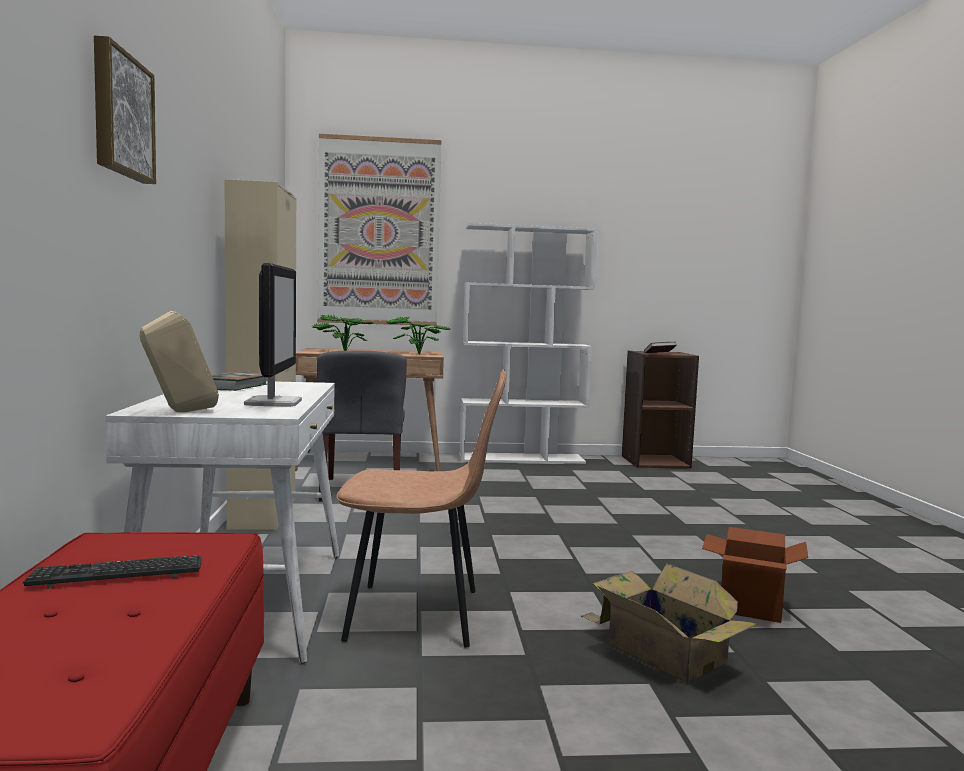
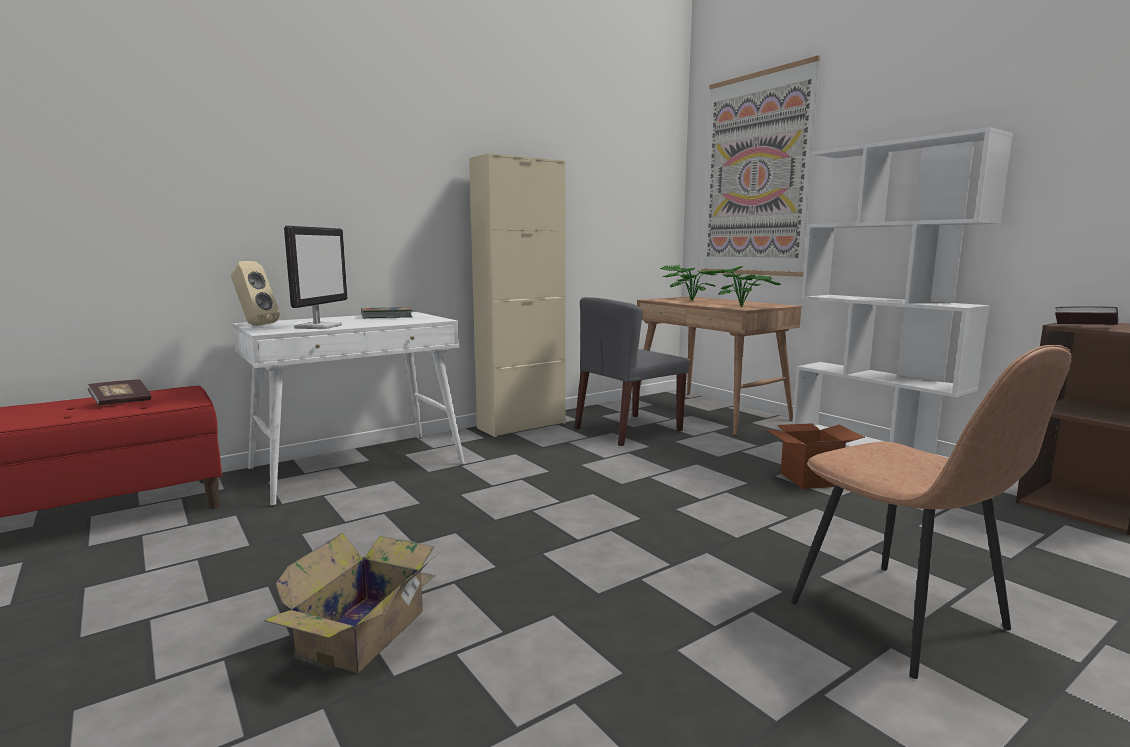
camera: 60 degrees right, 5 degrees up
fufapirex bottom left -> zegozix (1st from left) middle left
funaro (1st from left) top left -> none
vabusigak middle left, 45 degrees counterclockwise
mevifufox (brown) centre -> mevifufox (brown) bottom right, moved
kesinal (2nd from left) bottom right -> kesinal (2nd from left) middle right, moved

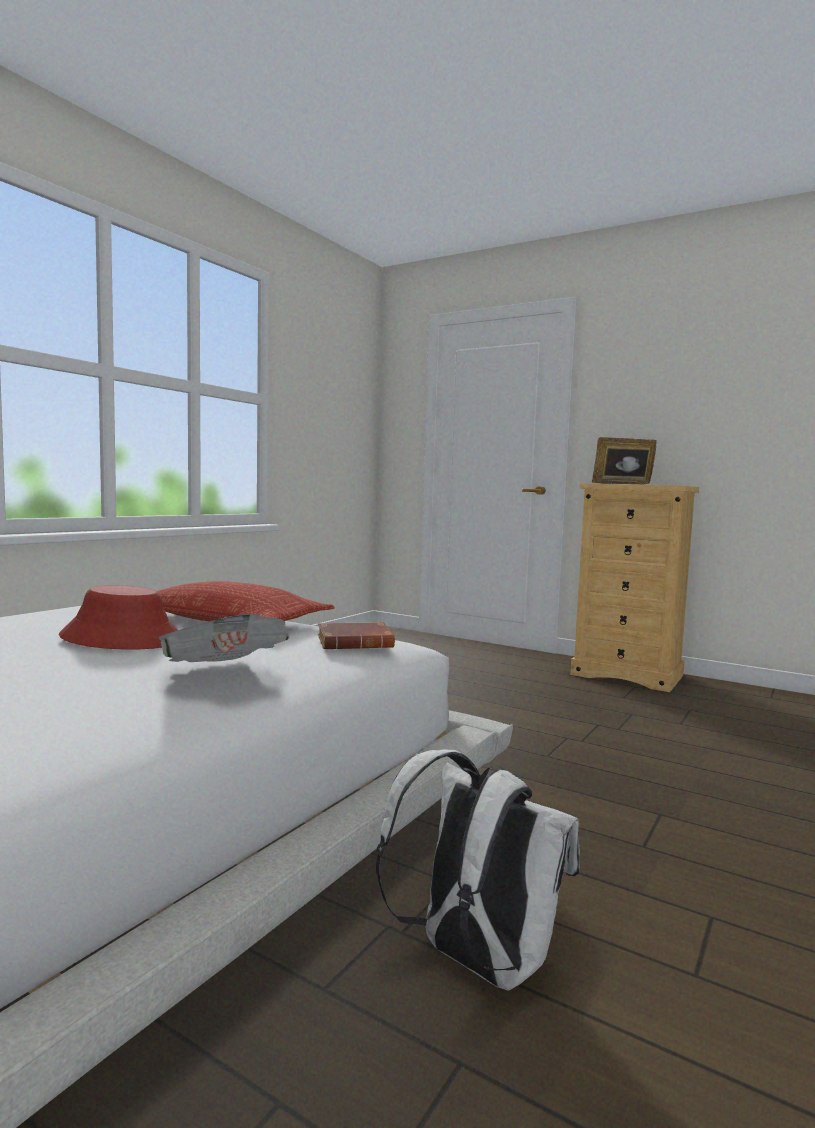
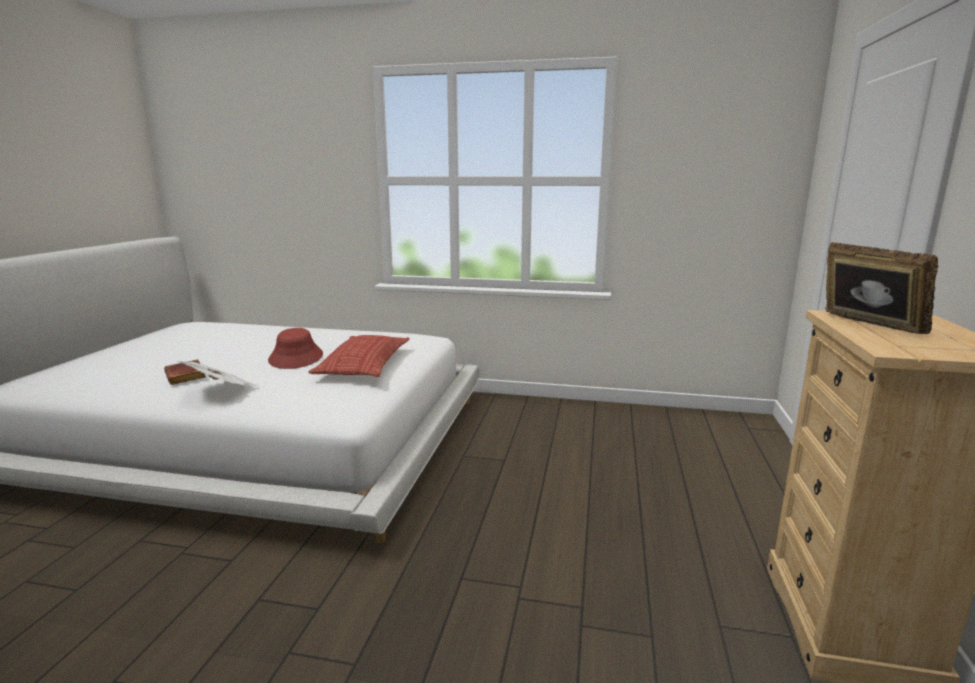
camera: 70 degrees right, 10 degrees up
zegozix (brown) centre -> zegozix (brown) middle left, moved
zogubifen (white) bottom centre -> none

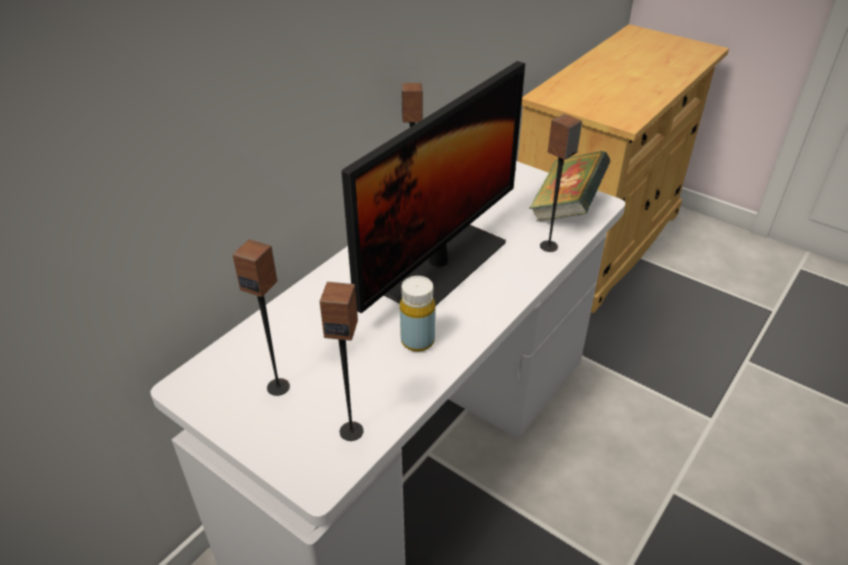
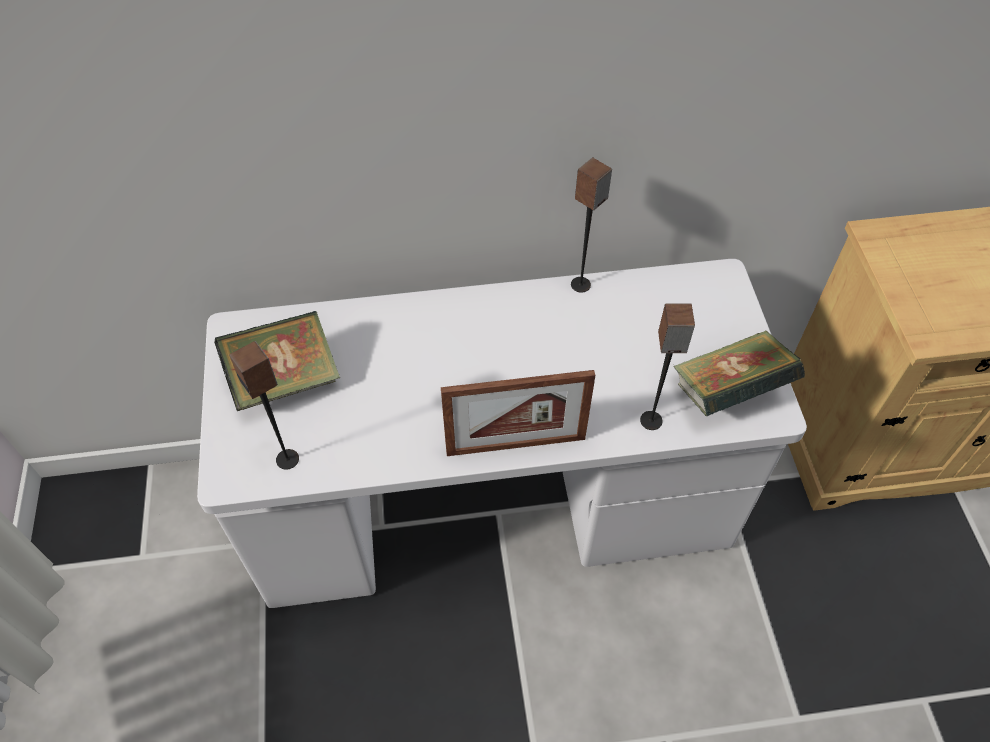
camera: 45 degrees right, 15 degrees up
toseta (1st from left) middle left -> zegozix (1st from left) middle left
vabusigak top centre -> none
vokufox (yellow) centre -> none
none -> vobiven centre

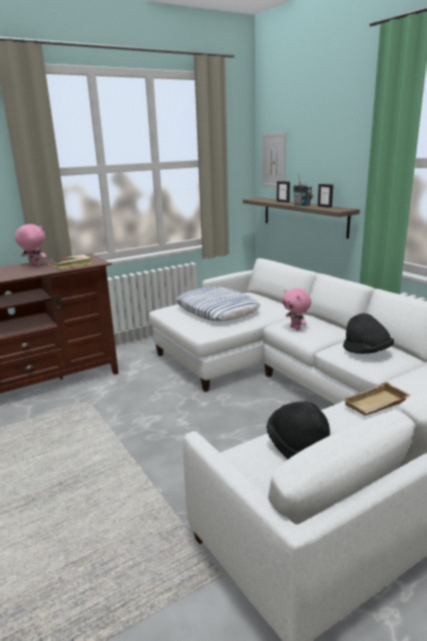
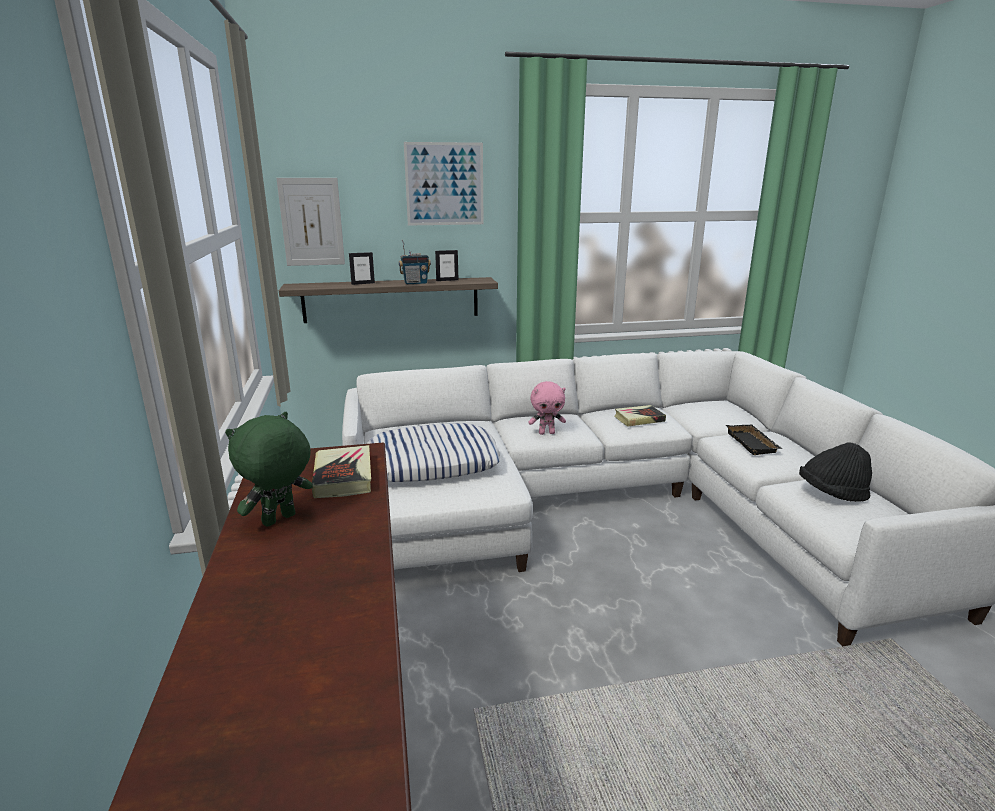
camera: 70 degrees left, 0 degrees up
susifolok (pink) (1st from left) middle left -> susifolok (green) middle left
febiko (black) (2nd from left) middle right -> zegozix (2nd from left) centre
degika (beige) middle right -> degika (black) middle right
none -> funaro (2nd from left) top centre

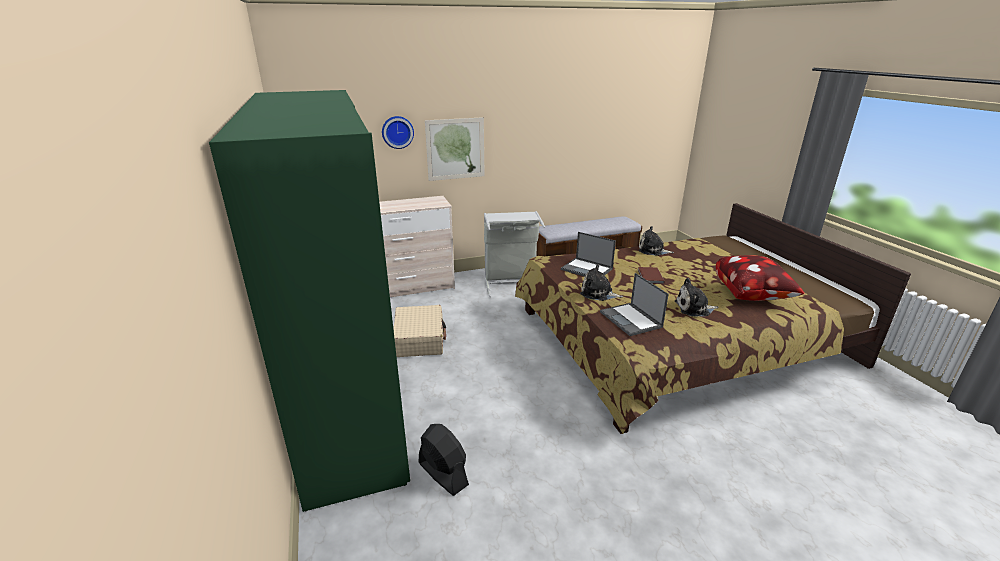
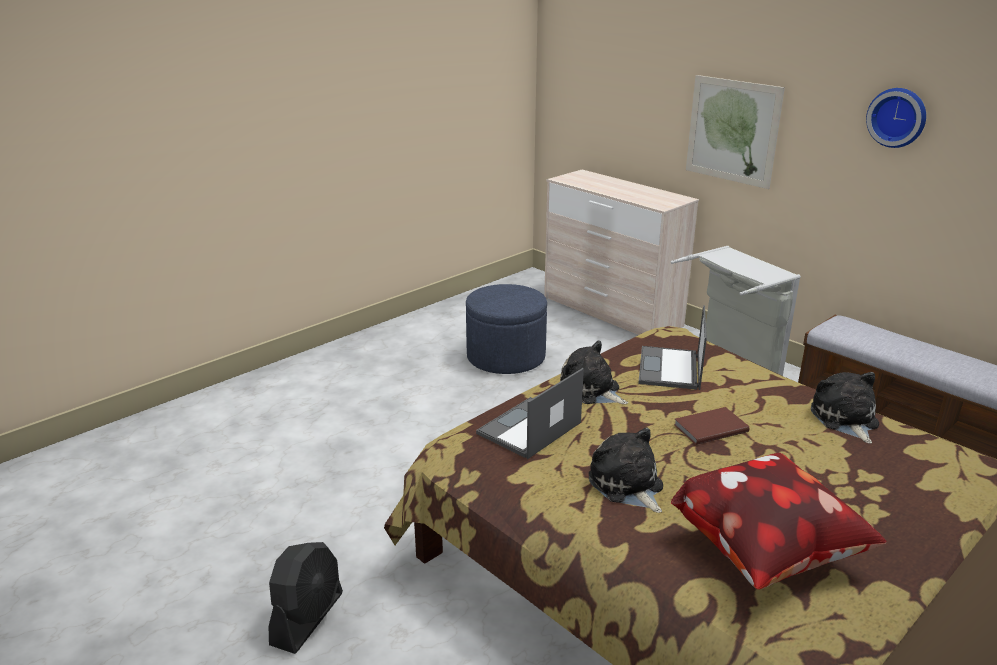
camera: 65 degrees right, 0 degrees up
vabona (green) middle left -> none
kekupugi top centre -> kekupugi top right, moved
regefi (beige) centre -> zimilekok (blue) centre
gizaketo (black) bottom centre -> gizaketo (black) bottom left, moved
susifolok (1st from left) centre, 45 degrees counterclockwise

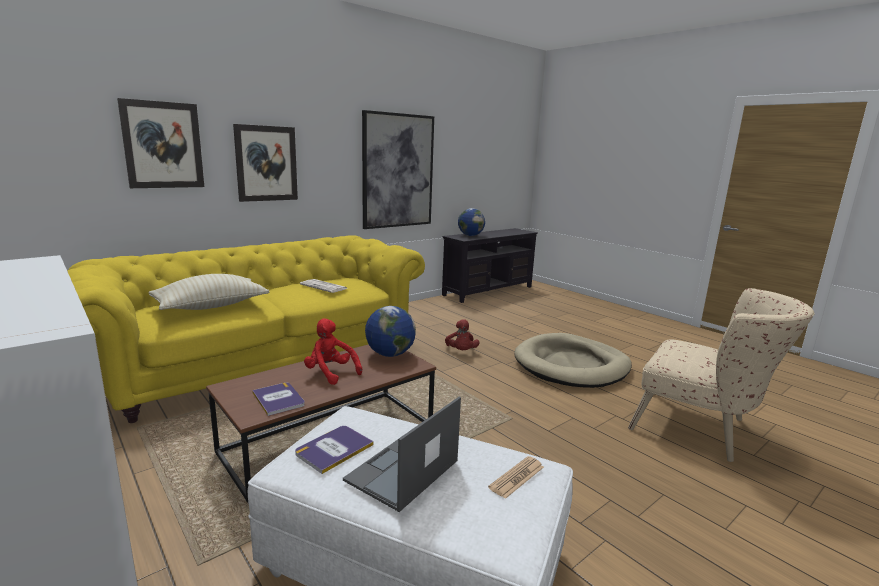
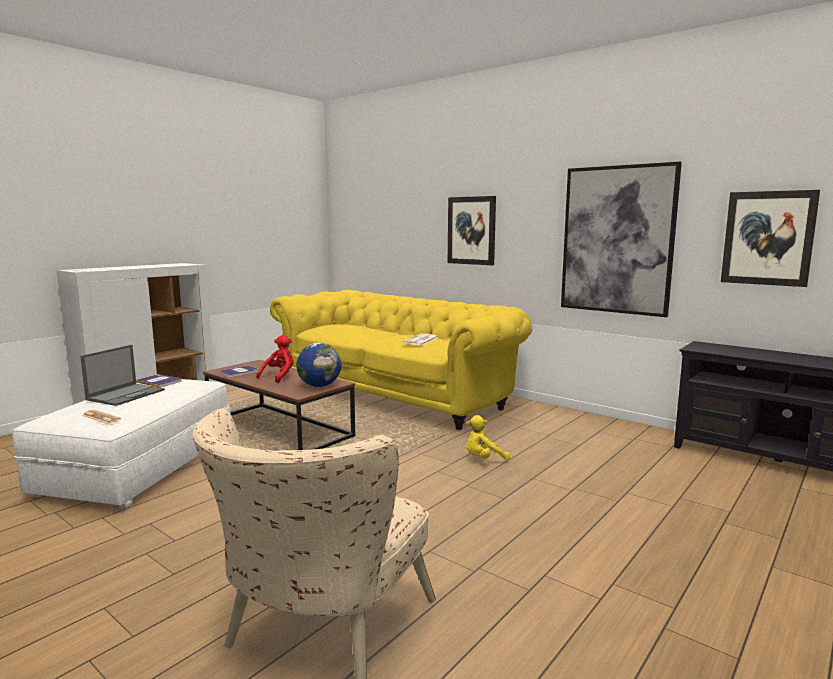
camera: 80 degrees right, 5 degrees down
funaro (1st from left in the first image) top left -> funaro (3rd from left) middle right, moved
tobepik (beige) middle left -> none
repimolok bottom centre -> repimolok middle left, 90 degrees clockwise
susifolok (red) (2nd from left) centre -> susifolok (yellow) centre
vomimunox (2nd from left) centre -> none
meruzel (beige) centre -> none

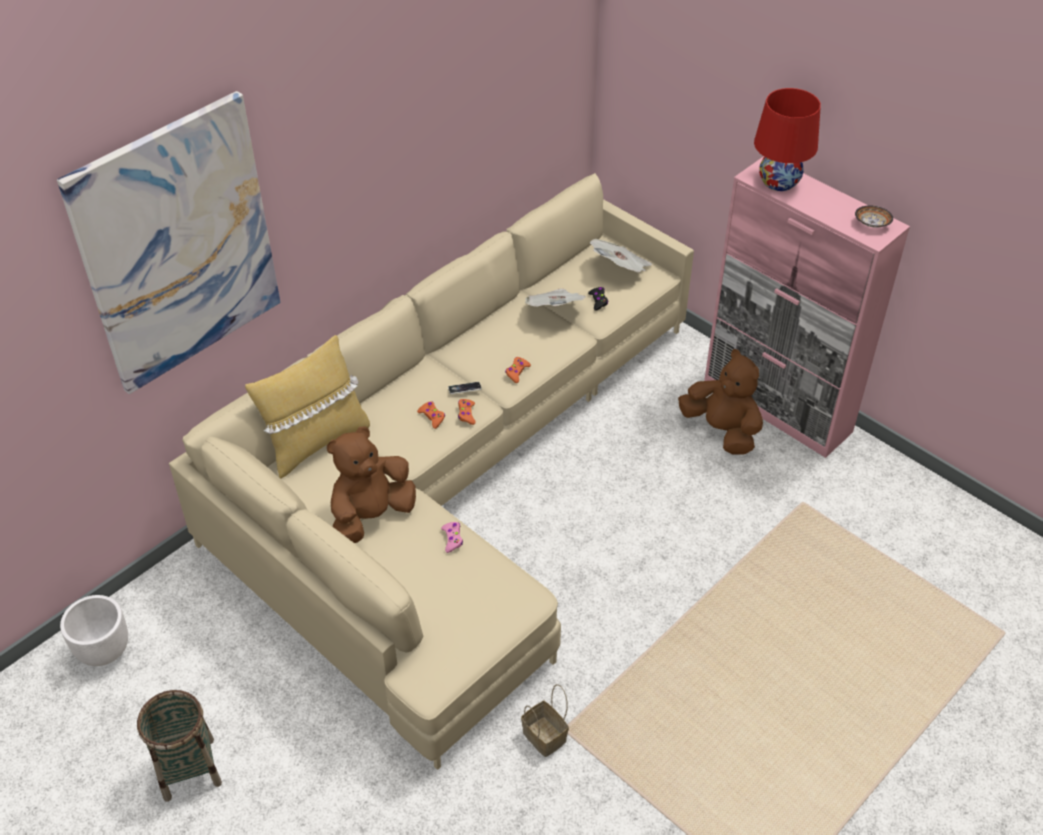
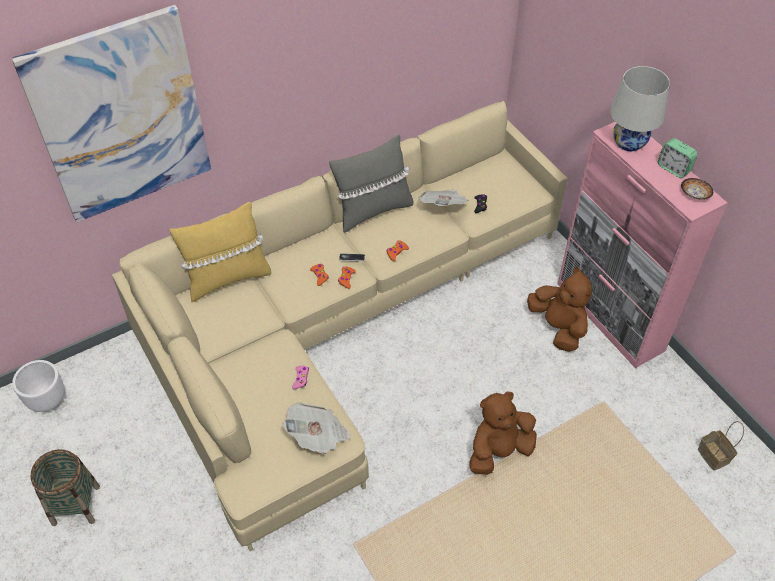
camera: 15 degrees right, 5 degrees up
susifolok (brown) (1st from left) centre -> susifolok (brown) (1st from left) bottom centre, moved
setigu (2nd from left) bottom centre -> setigu (2nd from left) bottom right, moved
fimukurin (2nd from left in the first image) top centre -> fimukurin (1st from left) bottom centre, moved
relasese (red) top right -> relasese (white) top right
none -> tobepik (grey) top centre
none -> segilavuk top right

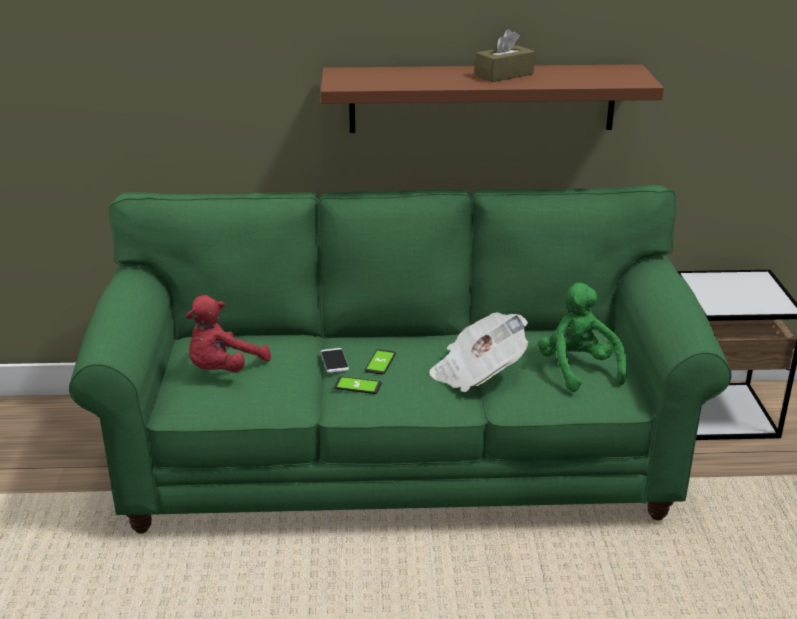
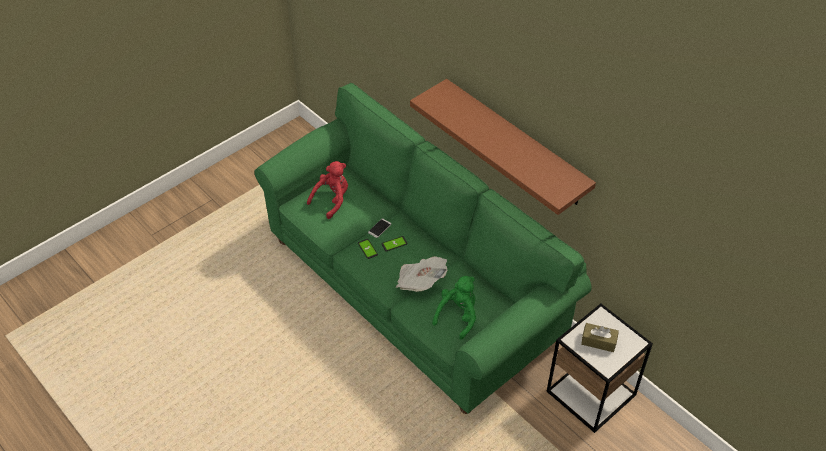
camera: 50 degrees right, 20 degrees up
susifolok (red) middle left -> susifolok (red) centre, 135 degrees clockwise
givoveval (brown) top centre -> givoveval (brown) bottom right, moved

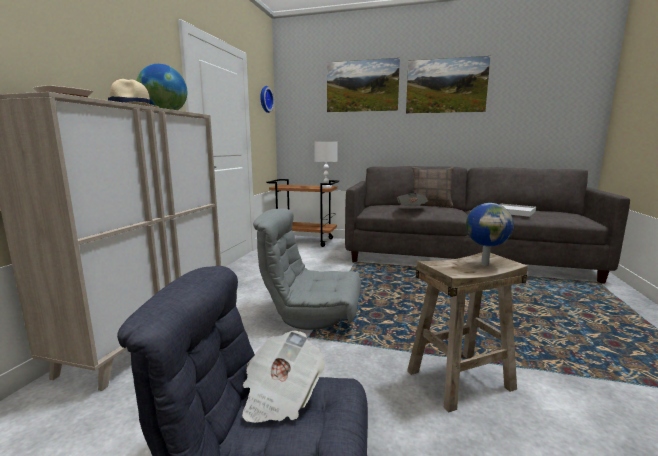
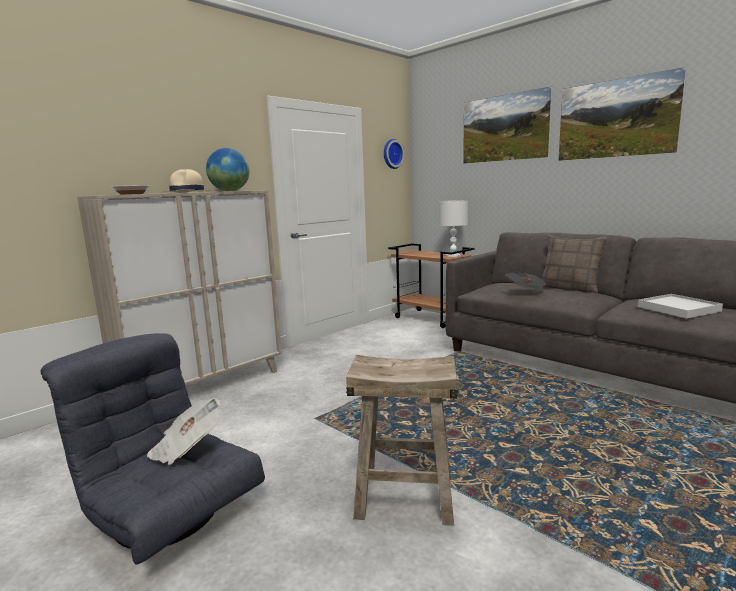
camera: 30 degrees right, 0 degrees up
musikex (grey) (2nd from left) centre -> none
vomimunox (2nd from left) middle right -> none

